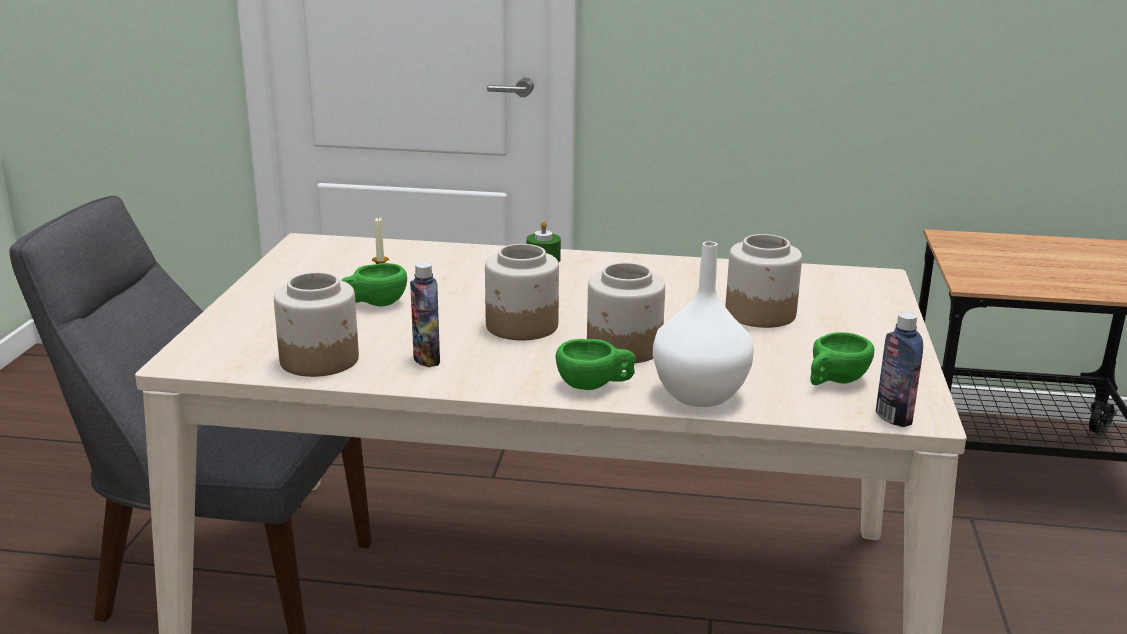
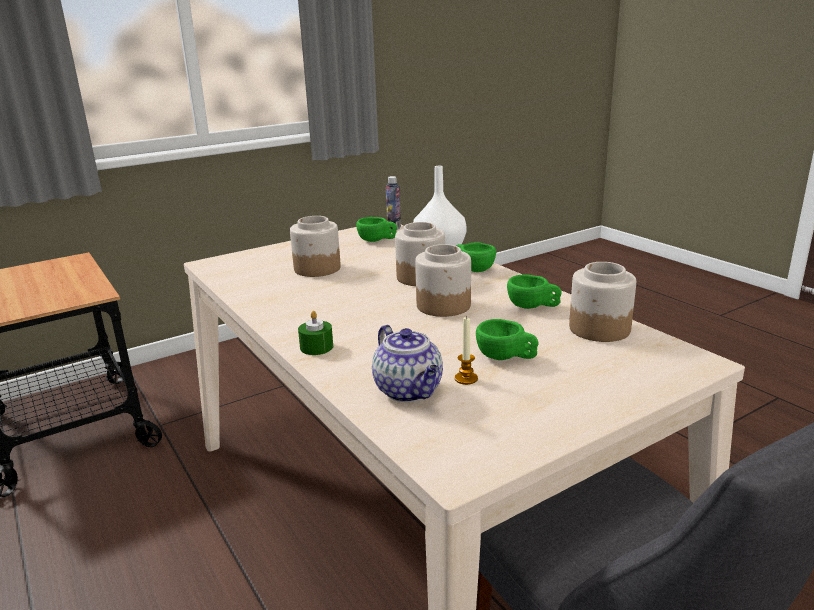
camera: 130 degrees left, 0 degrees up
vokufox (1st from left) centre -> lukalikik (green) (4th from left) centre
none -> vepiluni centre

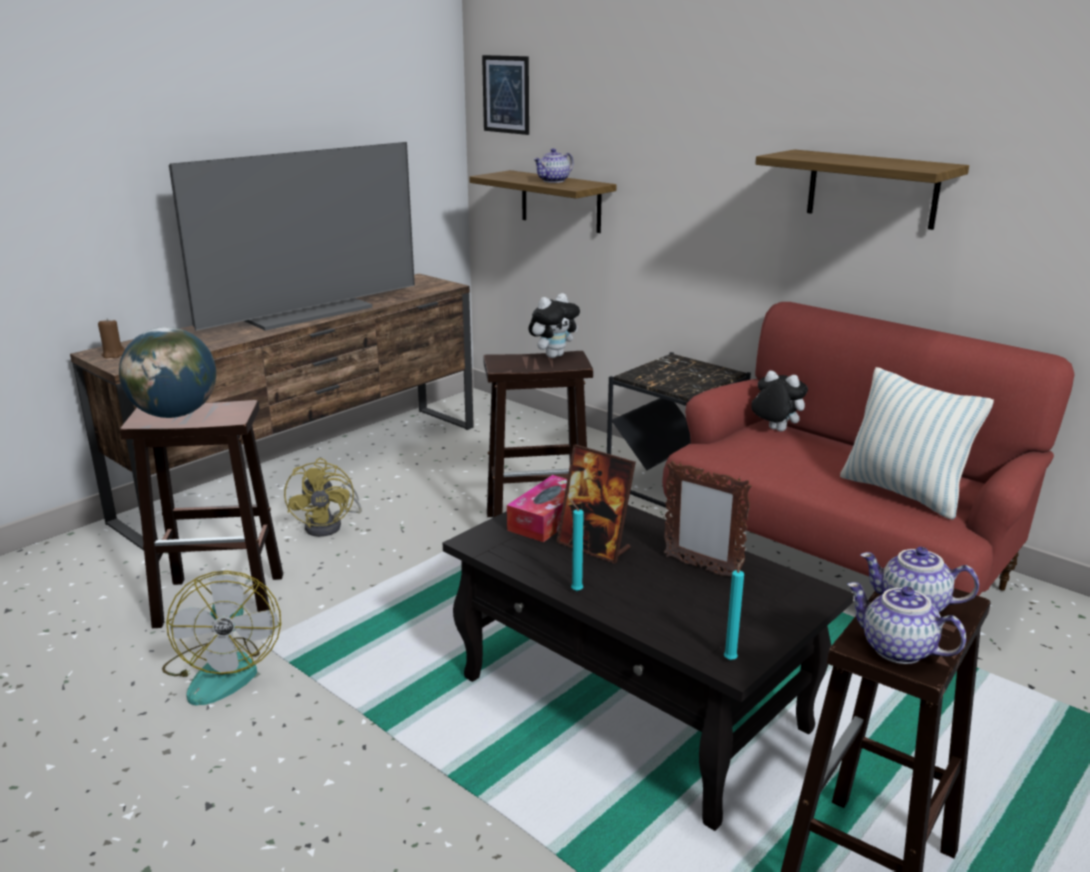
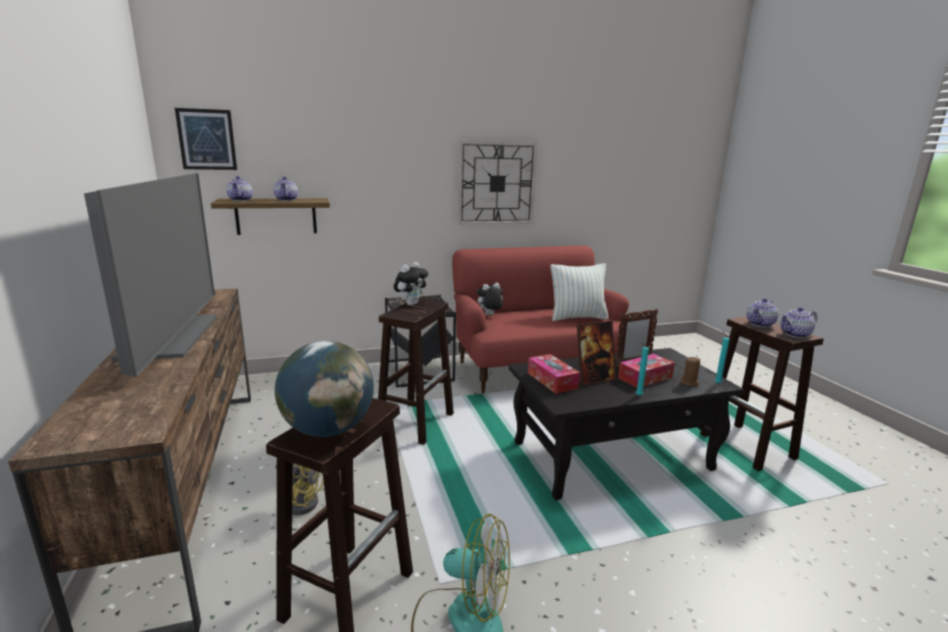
camera: 60 degrees left, 5 degrees down
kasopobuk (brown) middle left -> kasopobuk (brown) middle right, moved
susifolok (1st from left) centre, 45 degrees clockwise
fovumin (2nd from left) top right -> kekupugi top centre
none -> vepiluni (1st from left) top left
none -> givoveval (2nd from left) middle right

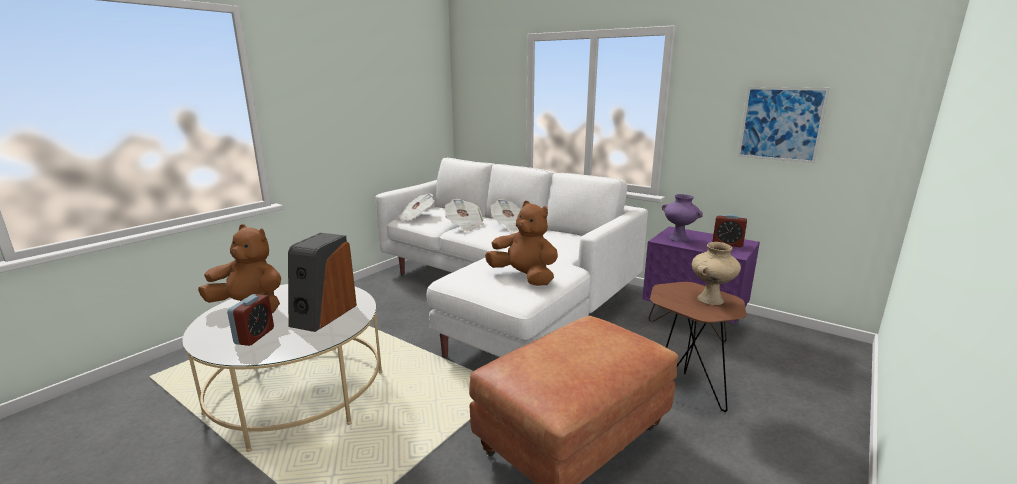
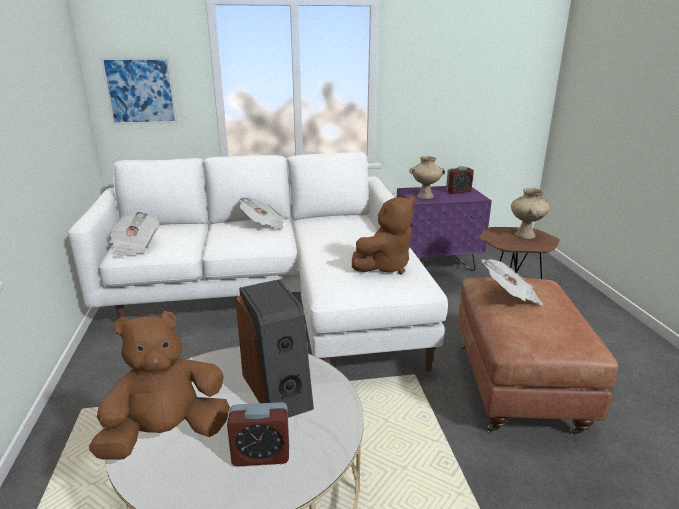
camera: 45 degrees left, 5 degrees up
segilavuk (1st from left) middle left -> segilavuk (1st from left) bottom centre, 120 degrees clockwise
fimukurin (2nd from left in the first image) centre -> fimukurin (3rd from left) middle right, moved
susifolok (brown) (2nd from left) centre, 150 degrees clockwise
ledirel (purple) middle right -> ledirel (beige) (1st from left) centre
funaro top right -> funaro top left, moved

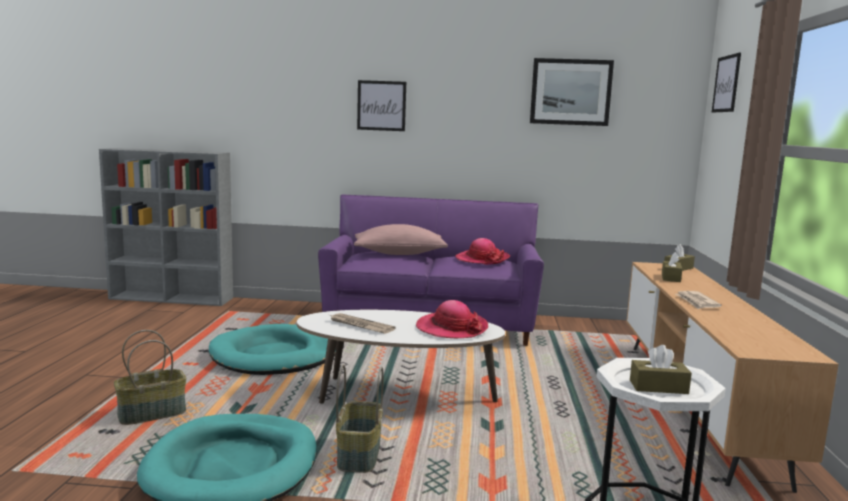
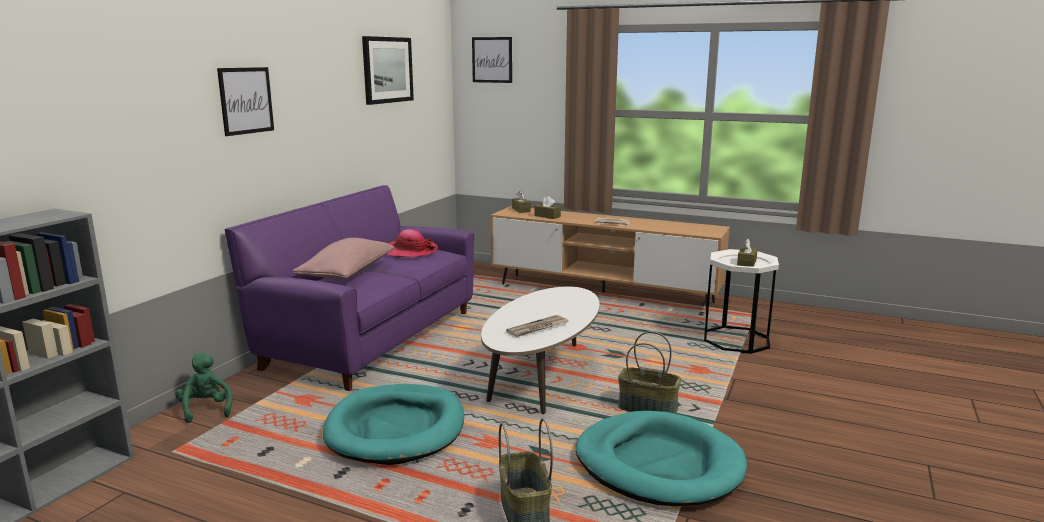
camera: 70 degrees left, 5 degrees up
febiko (1st from left) centre -> none
none -> susifolok (green) bottom left

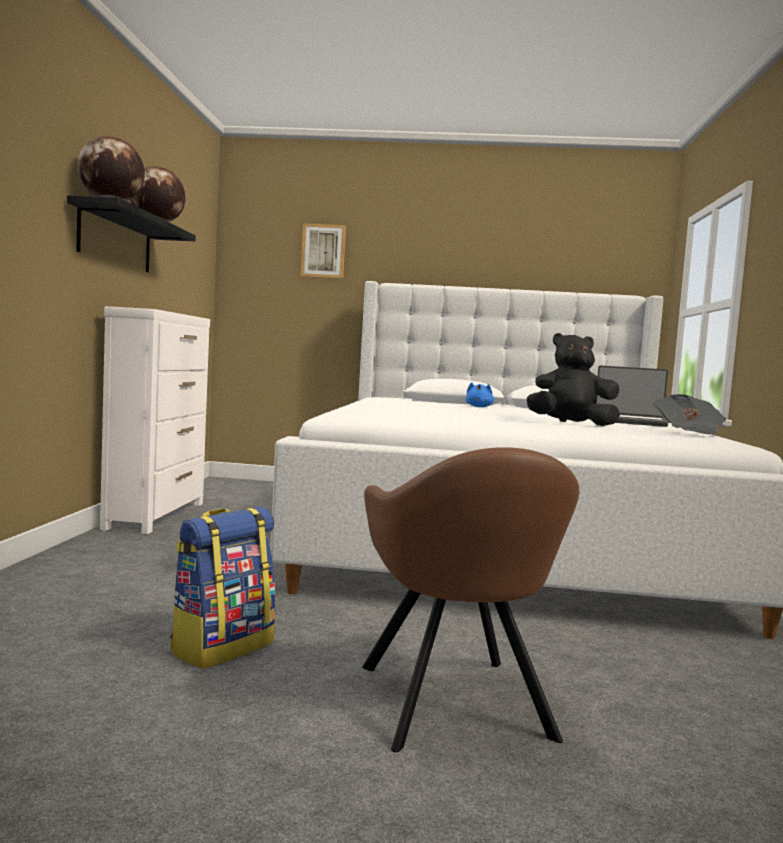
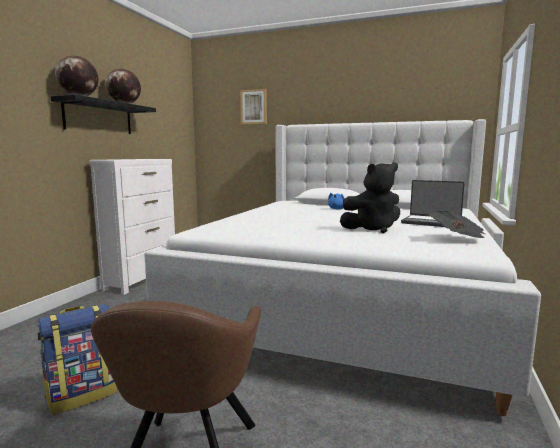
camera: 15 degrees right, 5 degrees up
susifolok (black) middle right -> susifolok (black) centre, 150 degrees clockwise

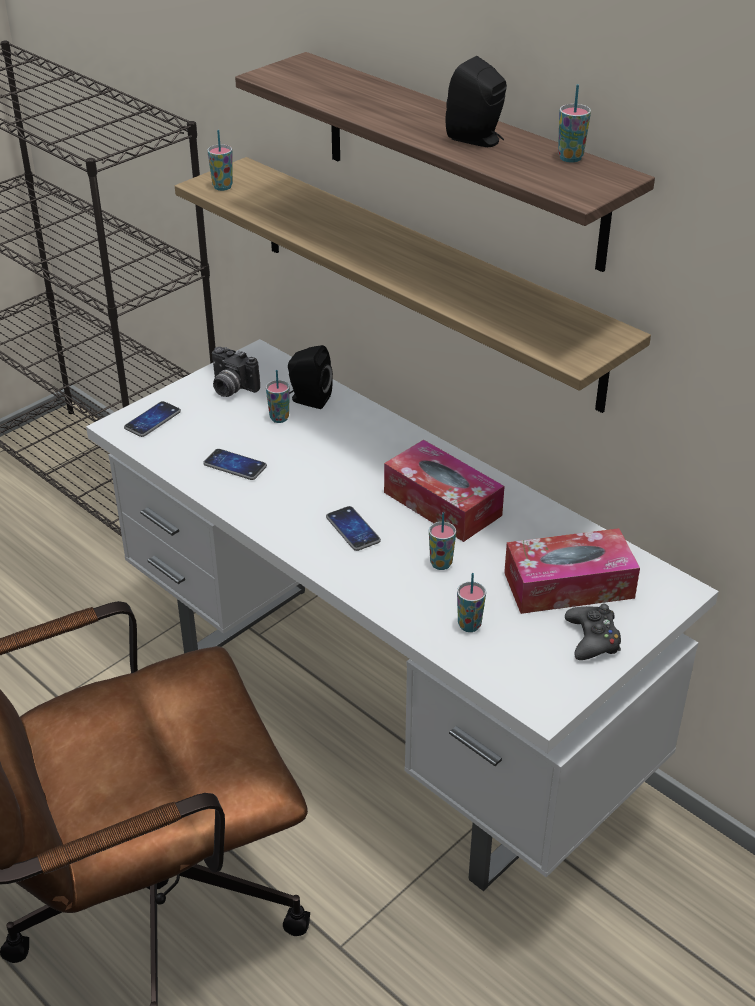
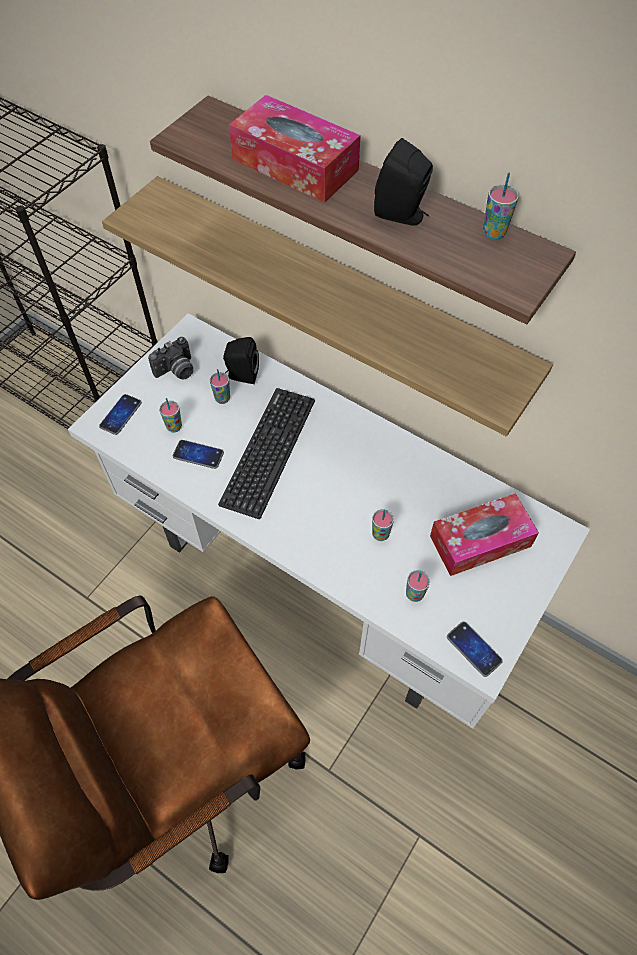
camera: 10 degrees left, 20 degrees up
lukalikik (1st from left) top left -> lukalikik (1st from left) middle left, moved
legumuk middle left, 60 degrees counterclockwise
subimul (3rd from left) centre -> subimul (3rd from left) bottom right, moved
givoveval (1st from left) centre -> givoveval (1st from left) top centre, moved
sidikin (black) middle right -> none
none -> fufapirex centre

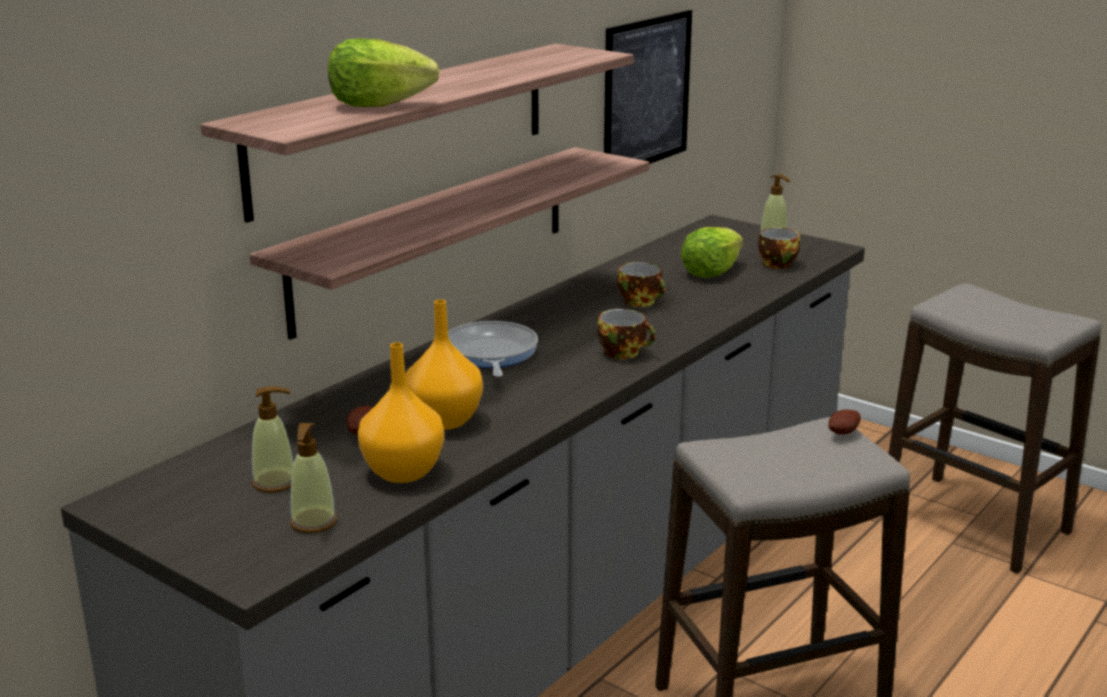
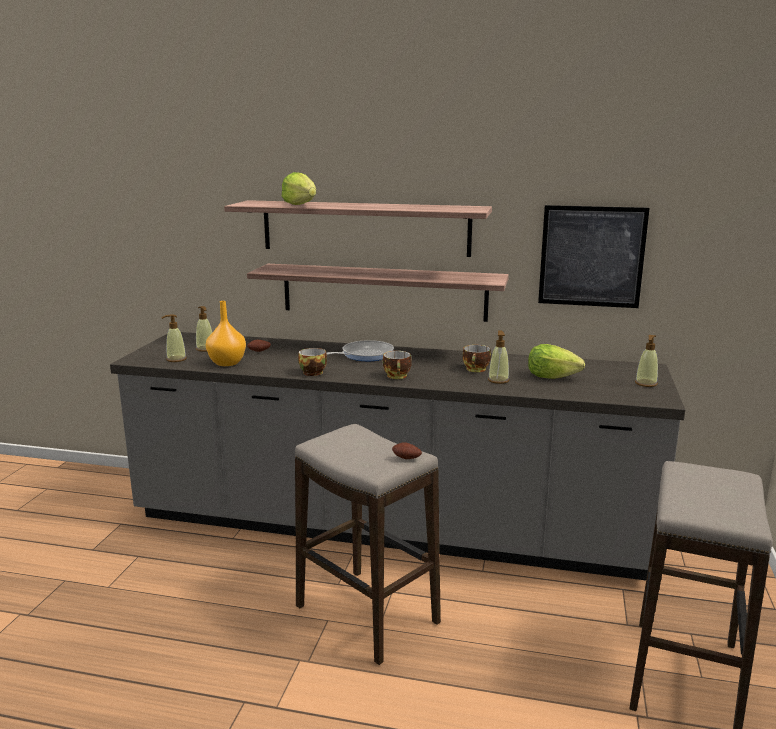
camera: 65 degrees right, 5 degrees down
ledirel (orange) (2nd from left) centre -> none
lukalikik (3rd from left in the first image) middle right -> lukalikik (1st from left) centre, moved
none -> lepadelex (3rd from left) centre

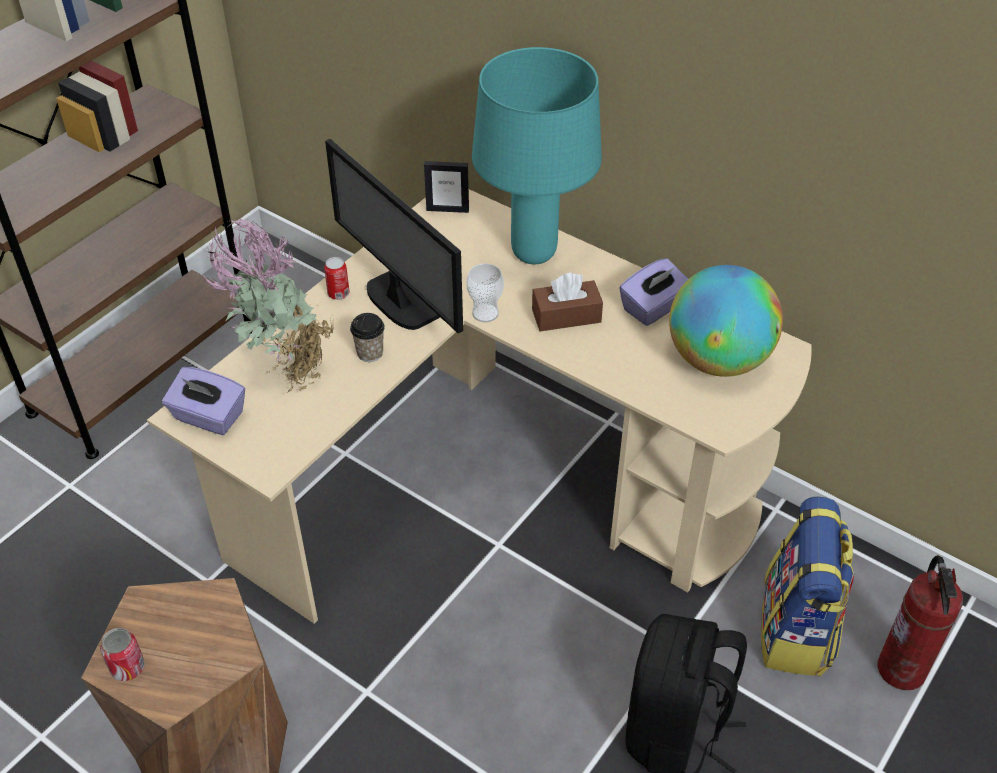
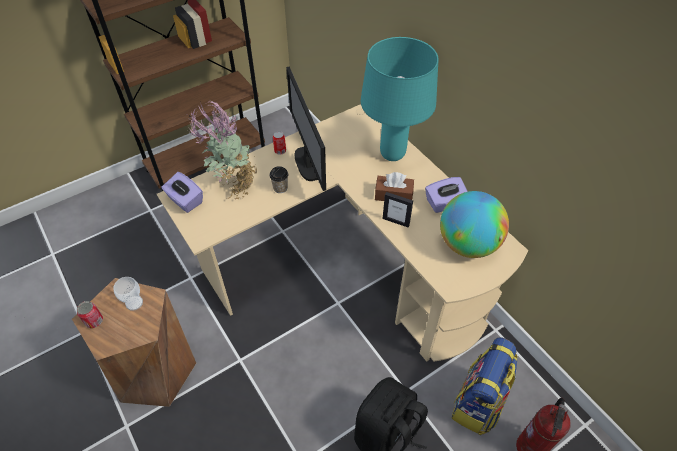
camera: 20 degrees right, 5 degrees up
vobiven top centre -> vobiven centre, moved
lukalikik (2nd from left in the first image) centre -> lukalikik (1st from left) middle left, moved

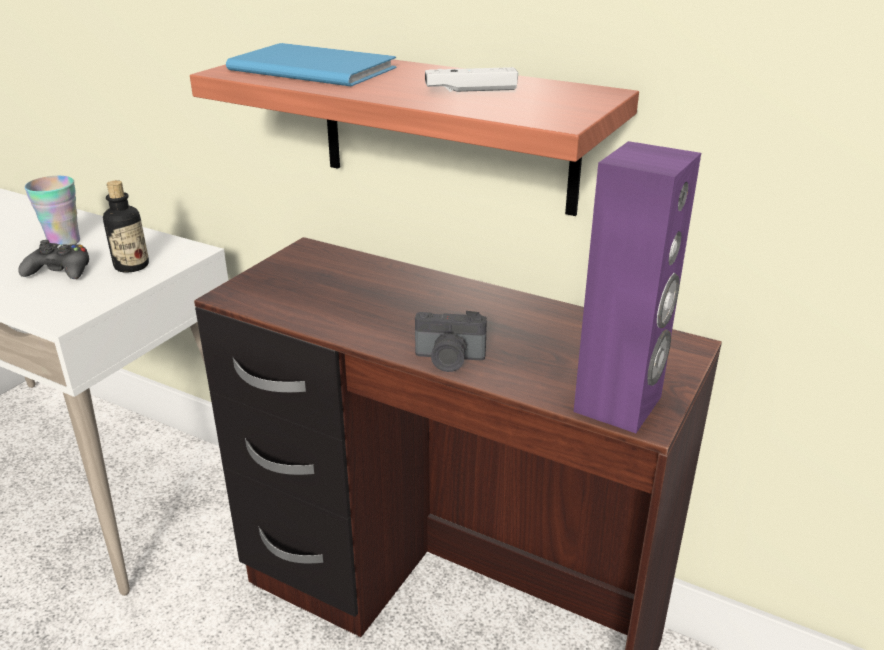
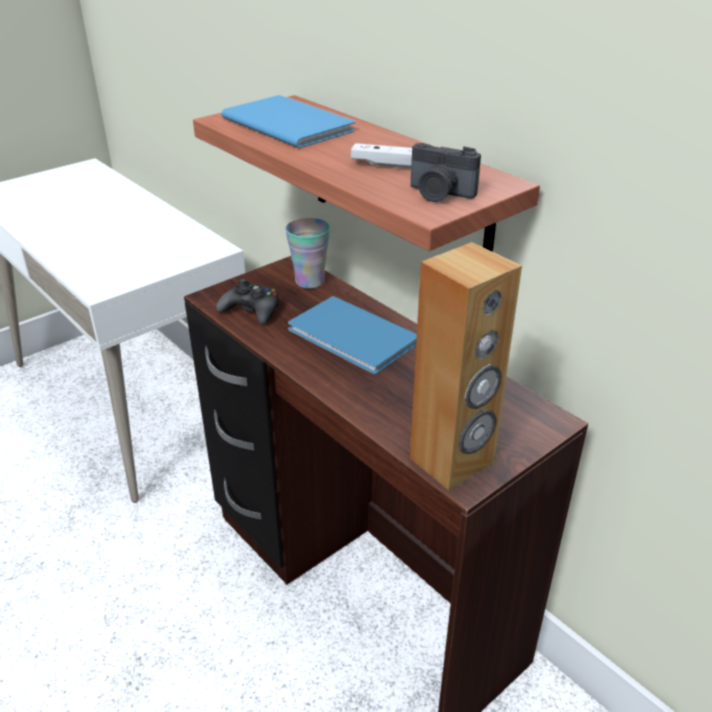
camera: 20 degrees right, 5 degrees up
sidikin (black) middle left -> sidikin (black) centre, moved
lukalikik top left -> lukalikik centre, moved
vokufox middle left -> none
legumuk centre -> legumuk top centre, moved
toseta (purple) middle right -> toseta (brown) centre
none -> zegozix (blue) (2nd from left) centre

